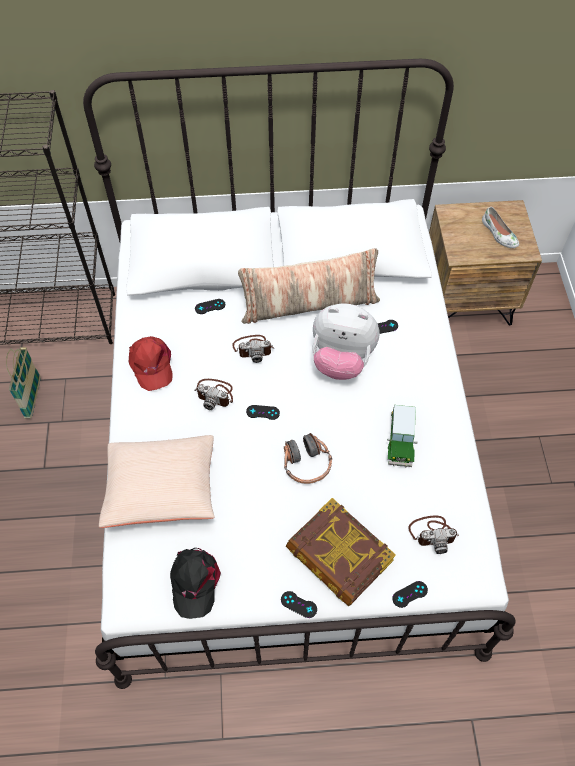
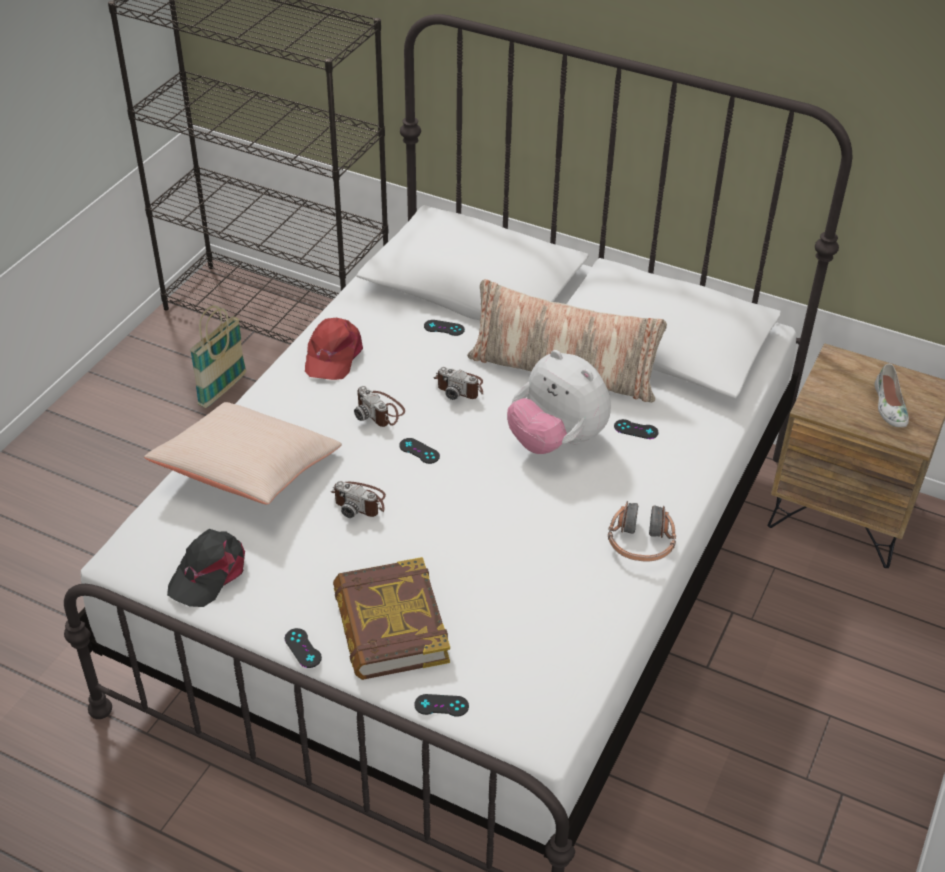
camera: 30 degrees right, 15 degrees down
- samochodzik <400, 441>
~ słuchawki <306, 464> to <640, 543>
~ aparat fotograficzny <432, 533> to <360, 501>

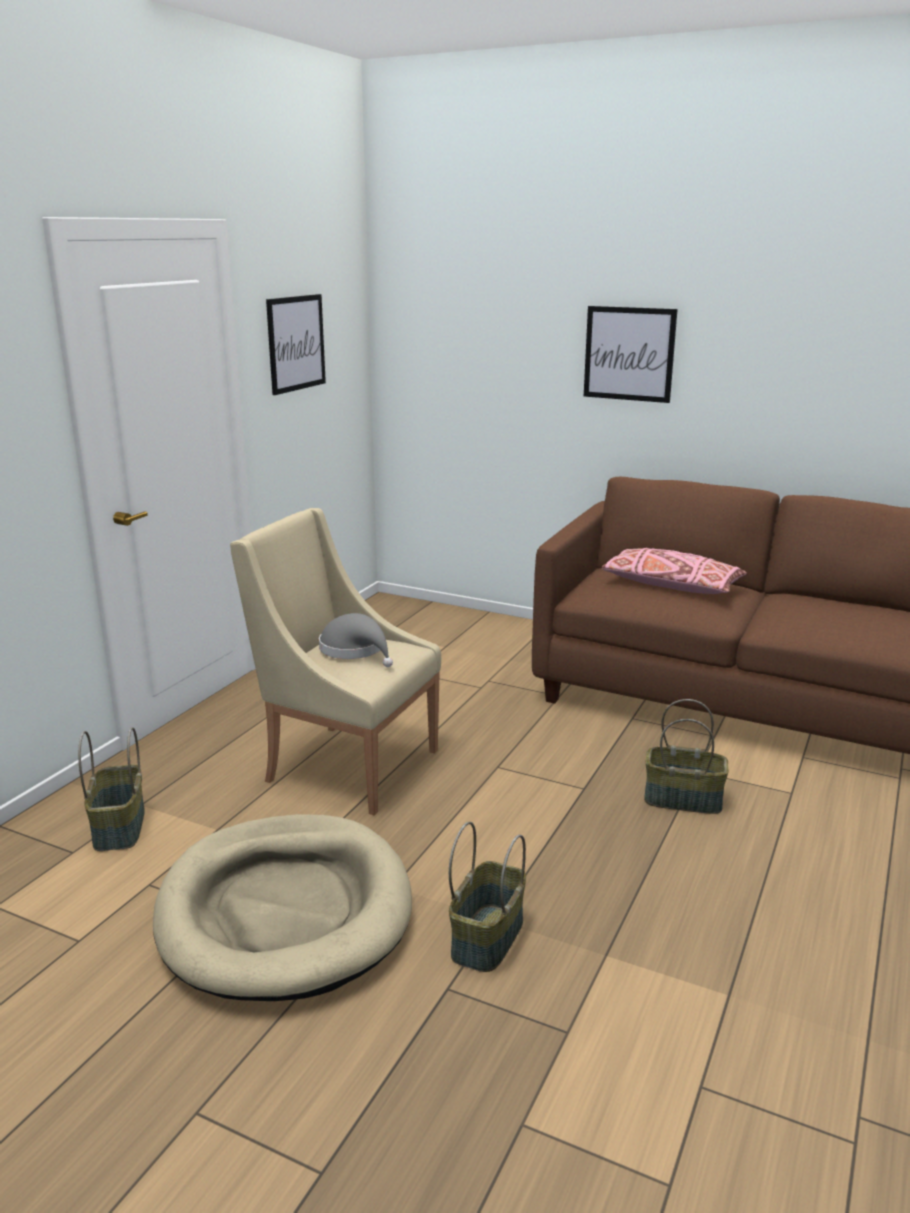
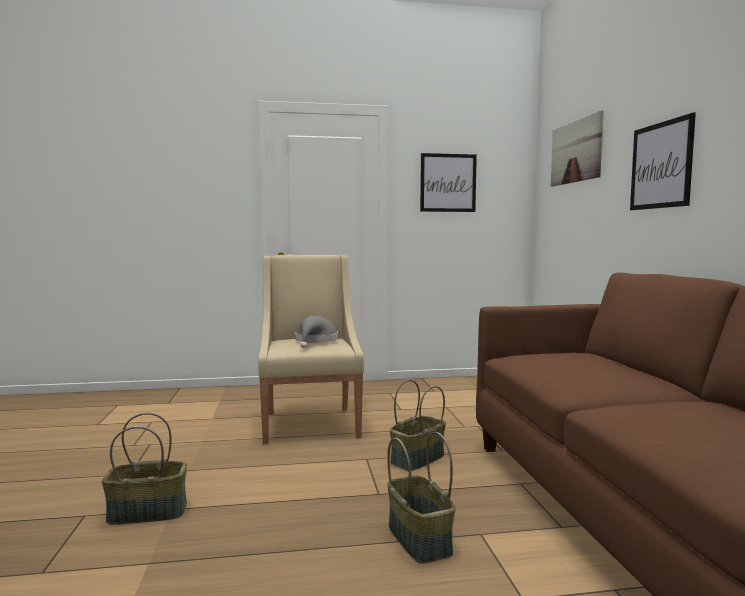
camera: 55 degrees right, 15 degrees down
- poduszka/różowy <671, 585>
~ koszyk <120, 827> to <418, 459>
- legowisko/beżowy <285, 911>
+ obraz <576, 151>

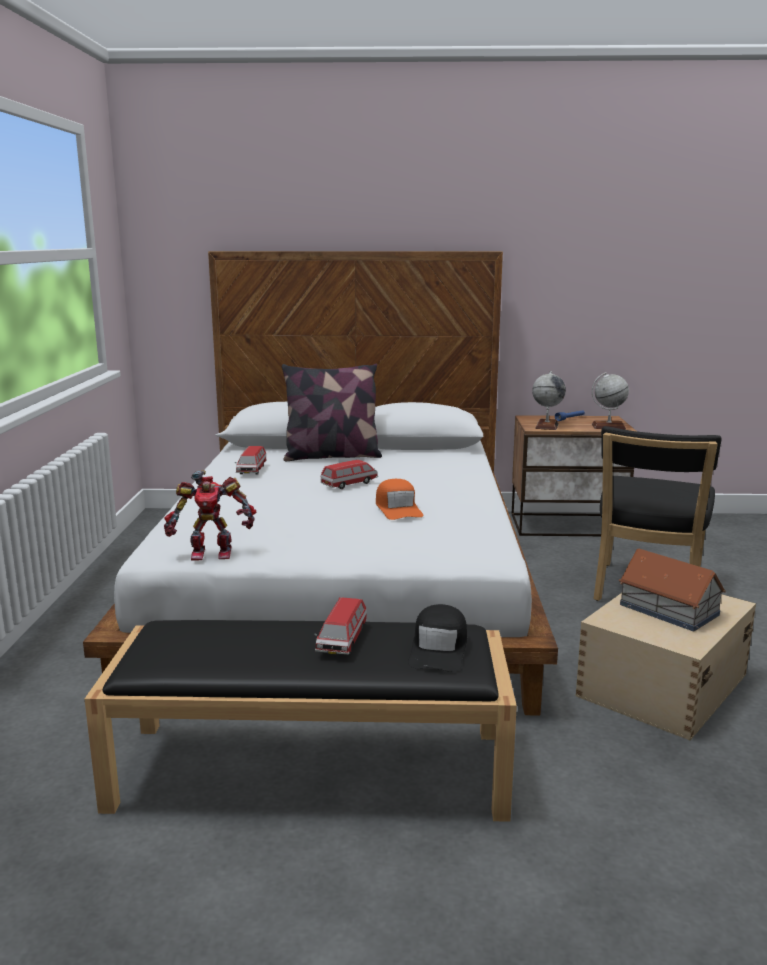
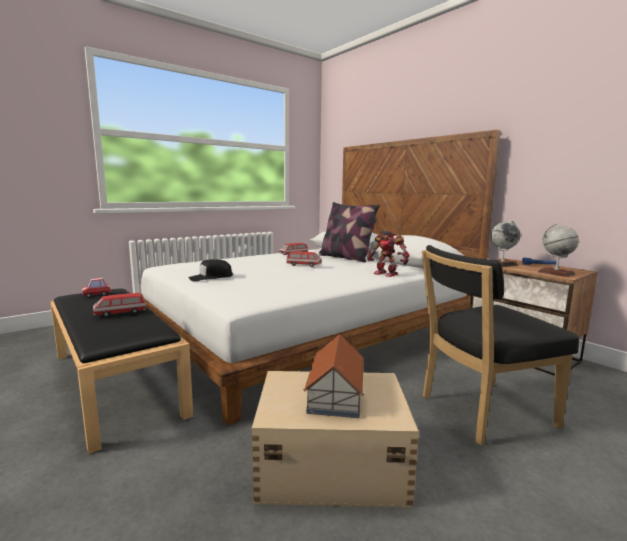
camera: 50 degrees right, 5 degrees down
~ robot zabawkowy <211, 553> to <386, 274>
- czapka z daszkiem/pomarańczowy <398, 509>
~ czapka z daszkiem/czarny <439, 649> to <210, 277>
+ samochodzik <96, 294>

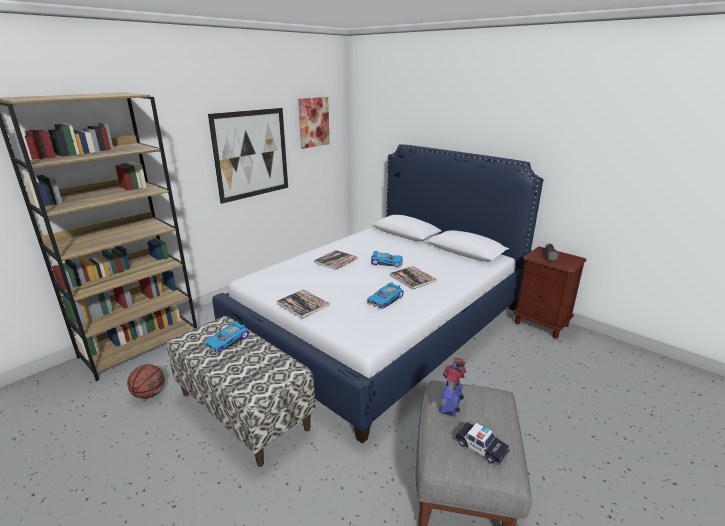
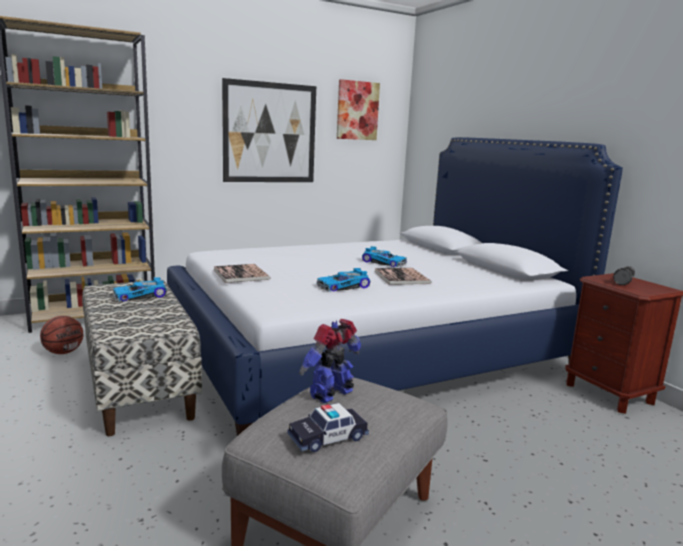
camera: 20 degrees right, 10 degrees down
- książka <335, 260>
~ samochodzik <481, 447> = <328, 437> 90 degrees clockwise

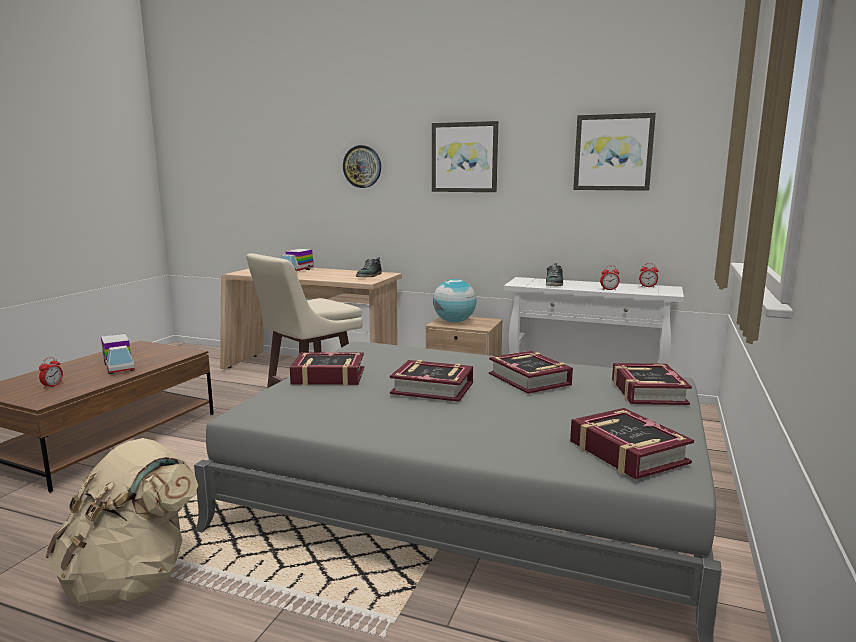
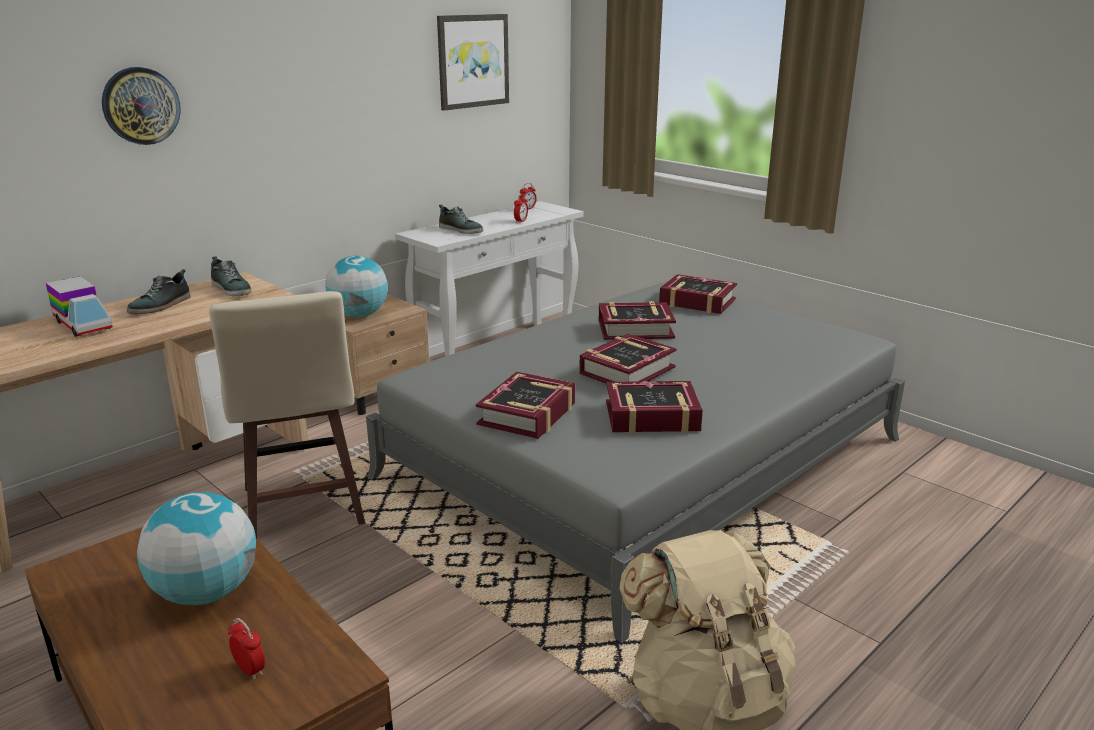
camera: 65 degrees left, 10 degrees up
- obraz <464, 157>
~ ciężarówka zabawkowa <119, 366> to globus <206, 593>
~ książka <627, 452> to <652, 417>
+ but <161, 305>

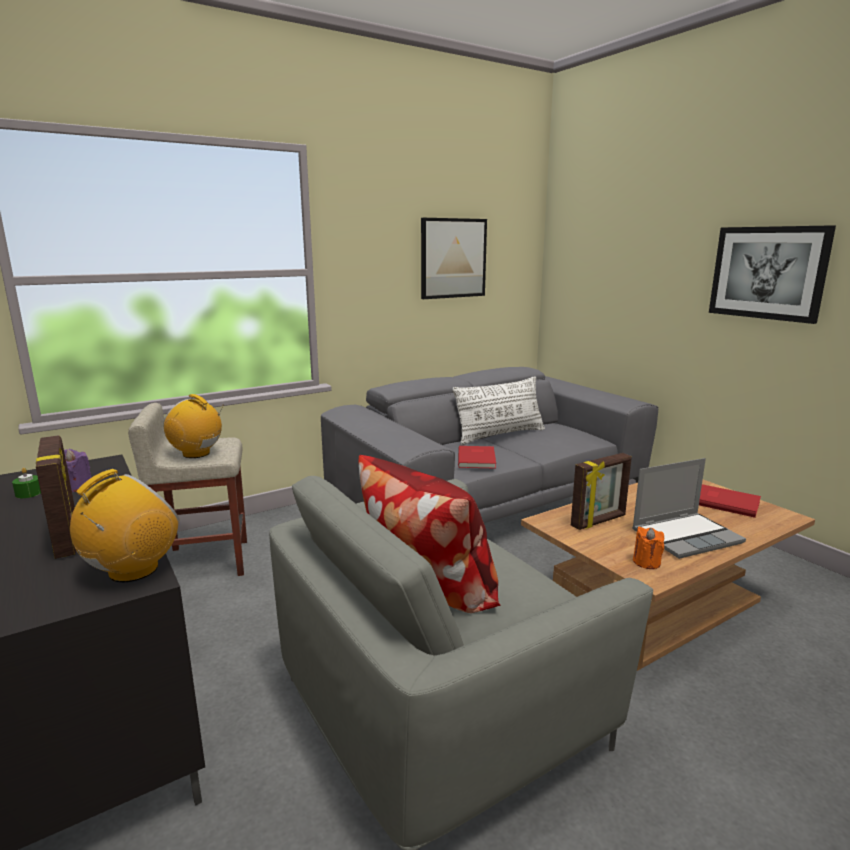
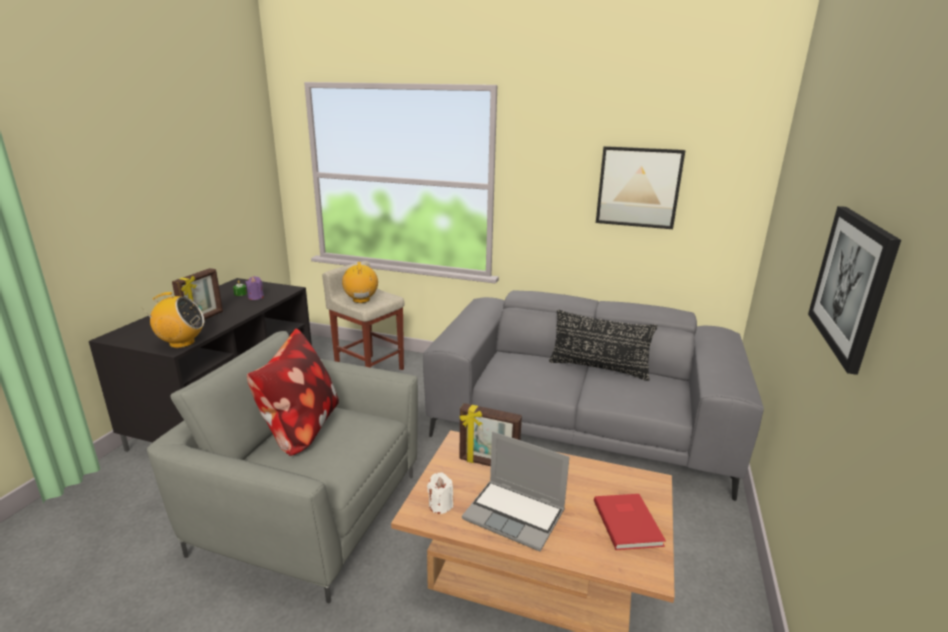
camera: 50 degrees right, 5 degrees up
~ poduszka/biały <500, 435> to poduszka/czarny <598, 368>
- książka/czerwony <478, 458>
~ świeca/pomarańczowy <646, 562> to świeca/biały <440, 505>

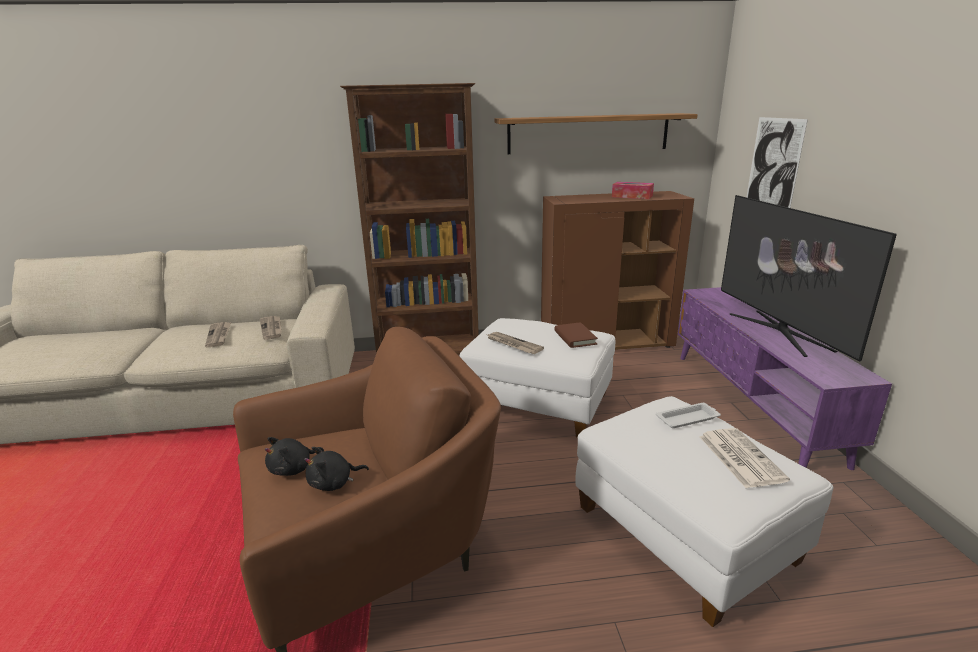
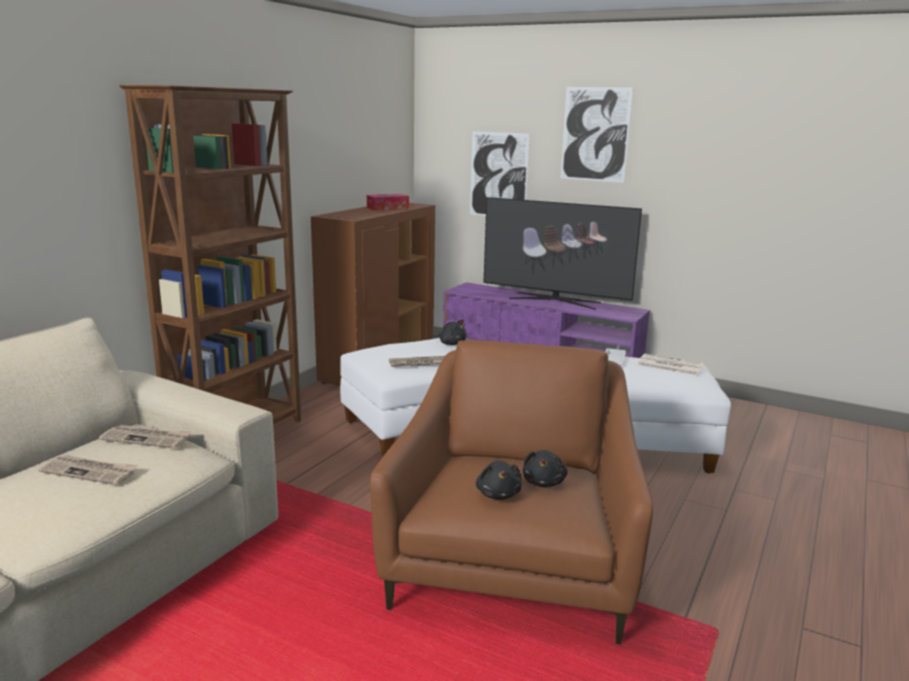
camera: 55 degrees left, 5 degrees down
- półka <588, 133>
~ książka/brązowy <575, 337> to pluszak/czarny <450, 343>
+ obraz <595, 134>

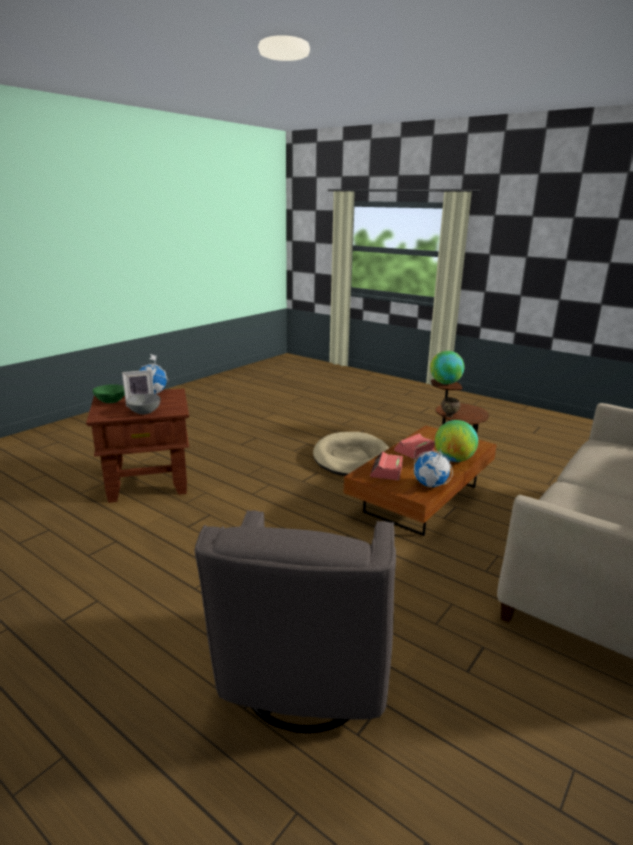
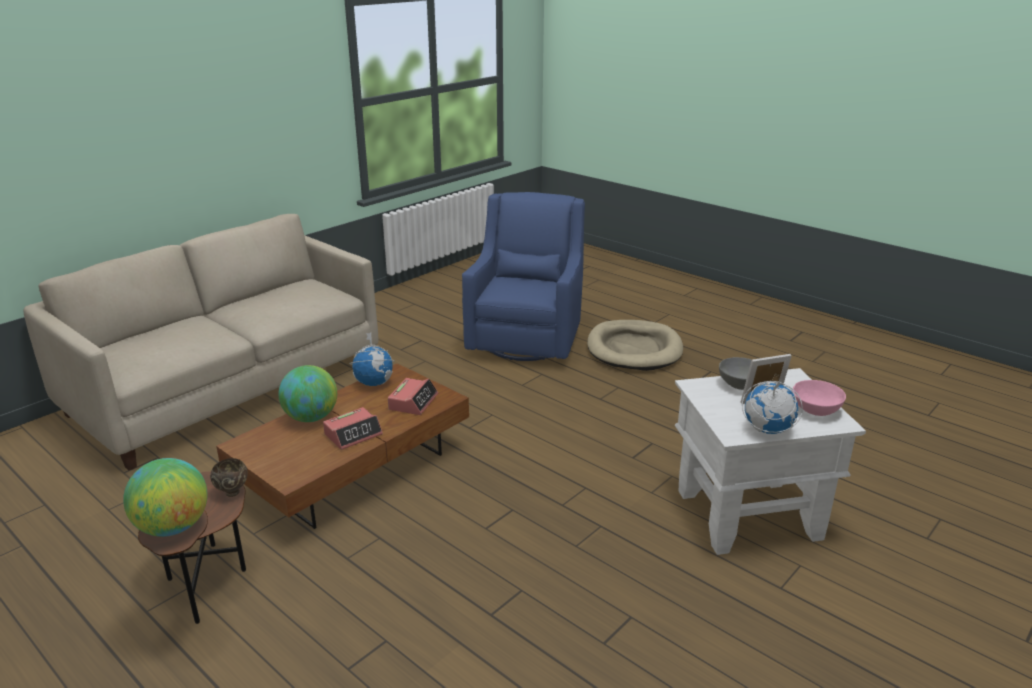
camera: 175 degrees left, 5 degrees up
~ miska/zielony <111, 401> to miska/różowy <815, 410>
~ stolik/brązowy <148, 482> to stolik/biały <747, 514>
~ legowisko/beżowy <351, 458> to <634, 349>
~ fotel/szary <305, 681> to fotel/niebieski <527, 340>

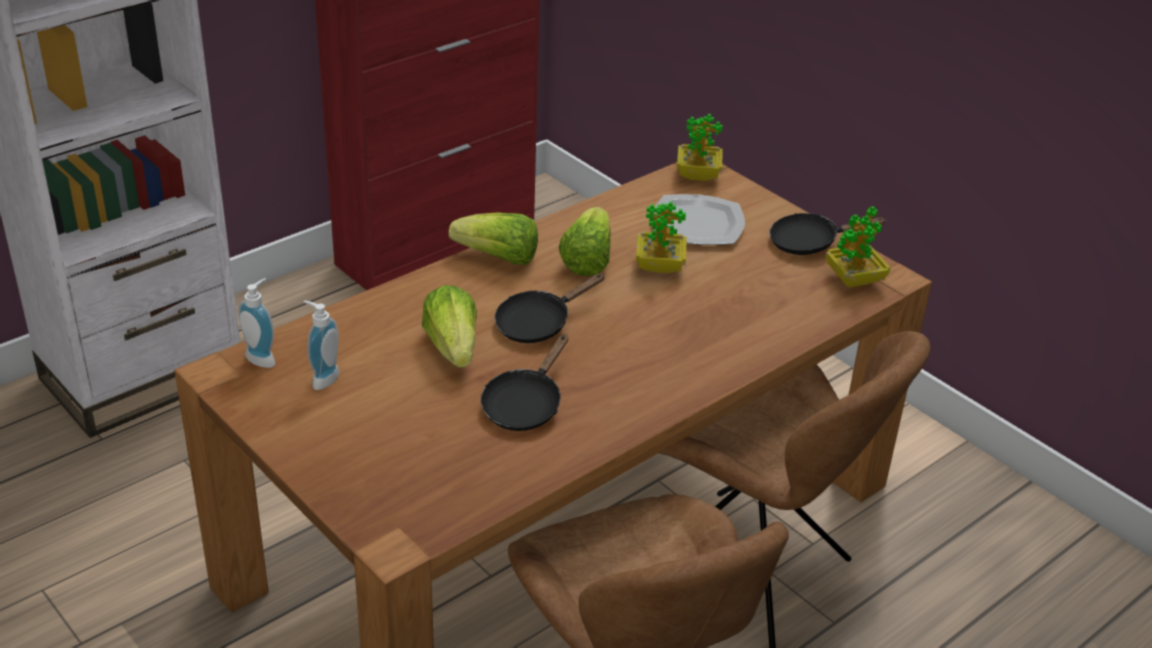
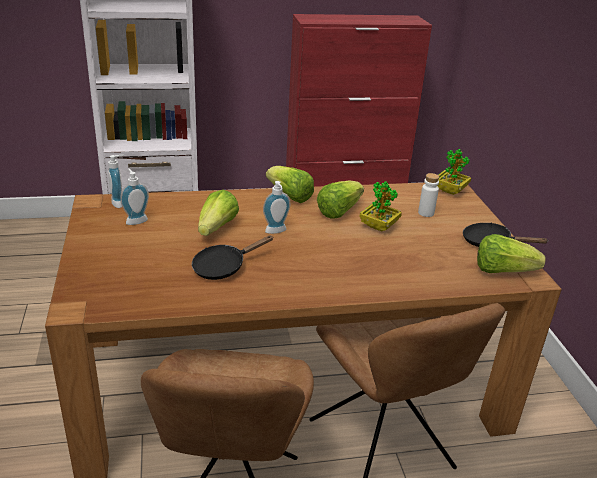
camera: 30 degrees right, 5 degrees down
~ talerz <698, 223> to butelka/biały <426, 213>
~ roślina doniczkowa <854, 280> to sałata <502, 270>
~ patelnia/czarny <538, 323> to dozownik mydła <276, 232>

